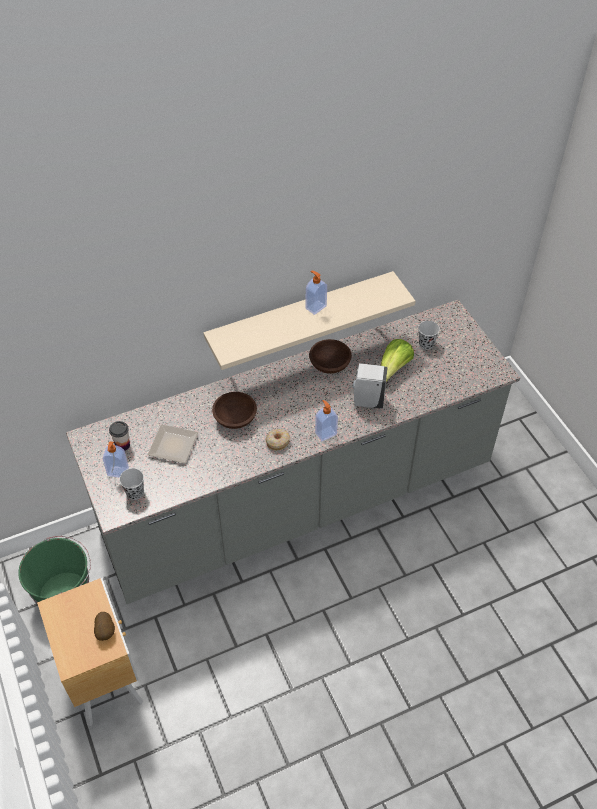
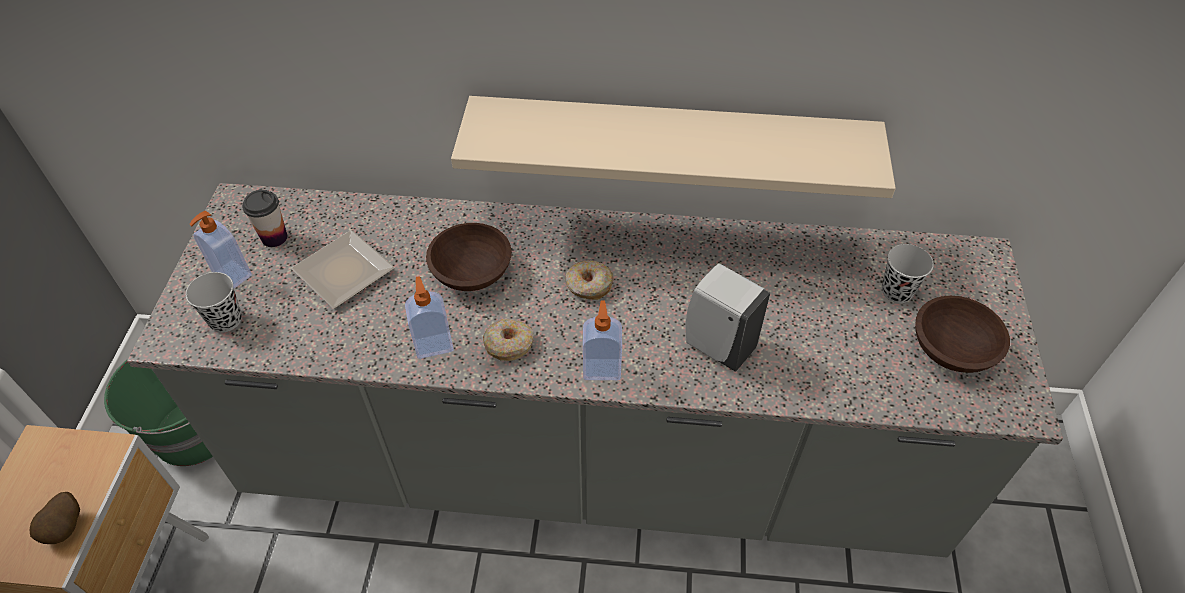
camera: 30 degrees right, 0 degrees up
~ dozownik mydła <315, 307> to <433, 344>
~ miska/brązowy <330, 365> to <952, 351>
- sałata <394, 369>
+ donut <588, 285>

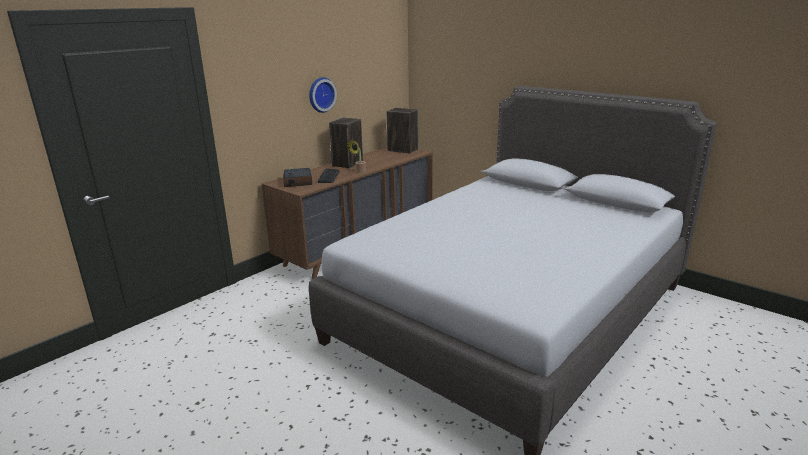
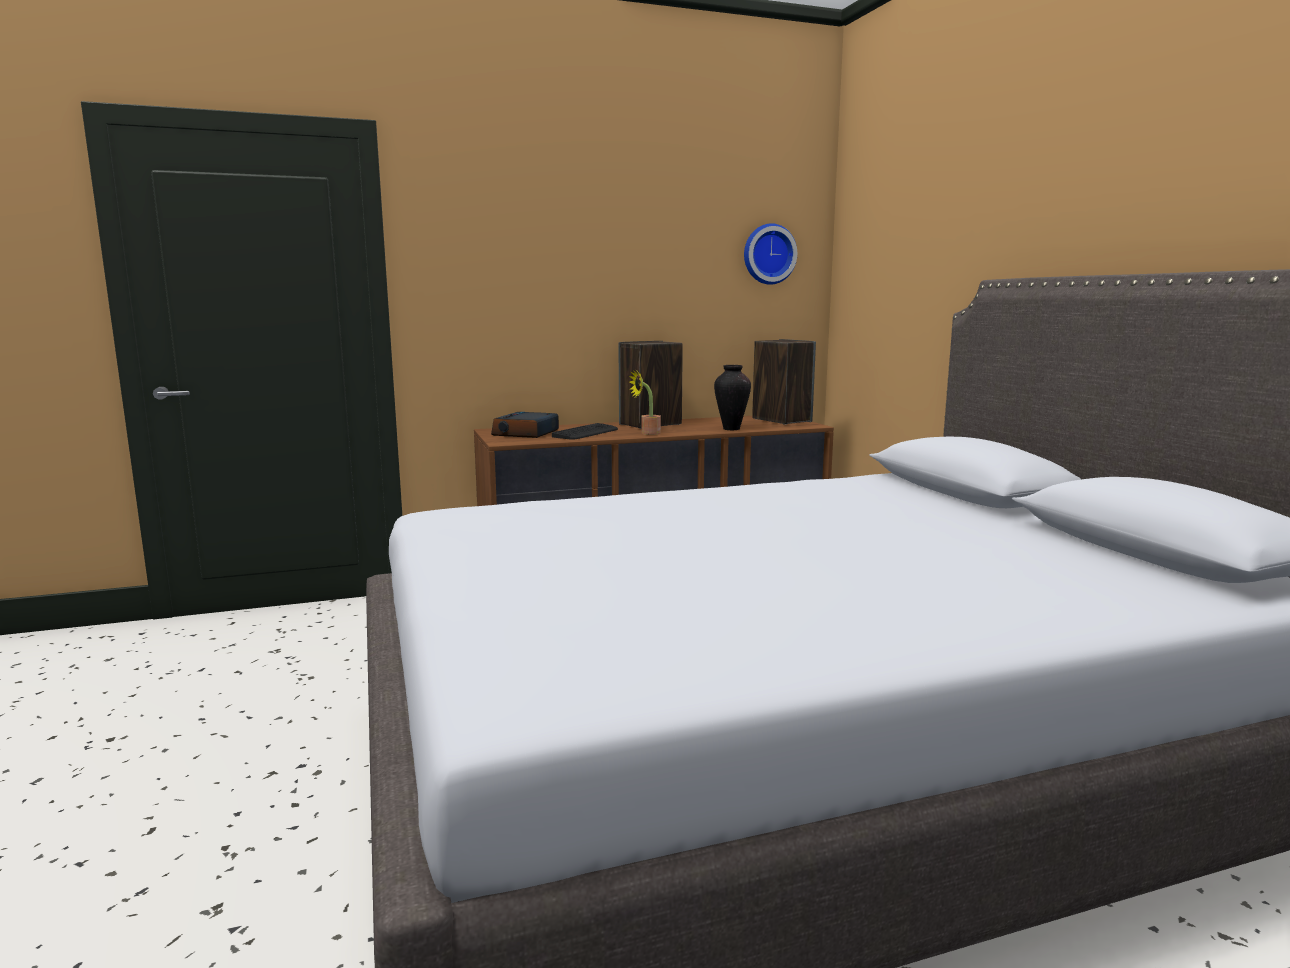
camera: 30 degrees right, 10 degrees down
~ zegar ścienny <320, 94> to <768, 254>
+ wazon <730, 429>

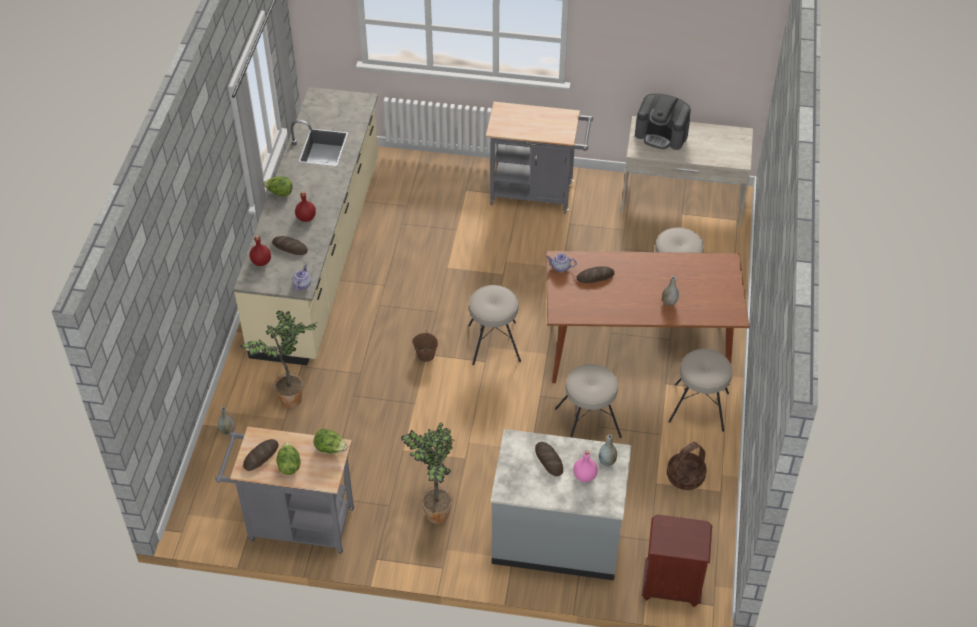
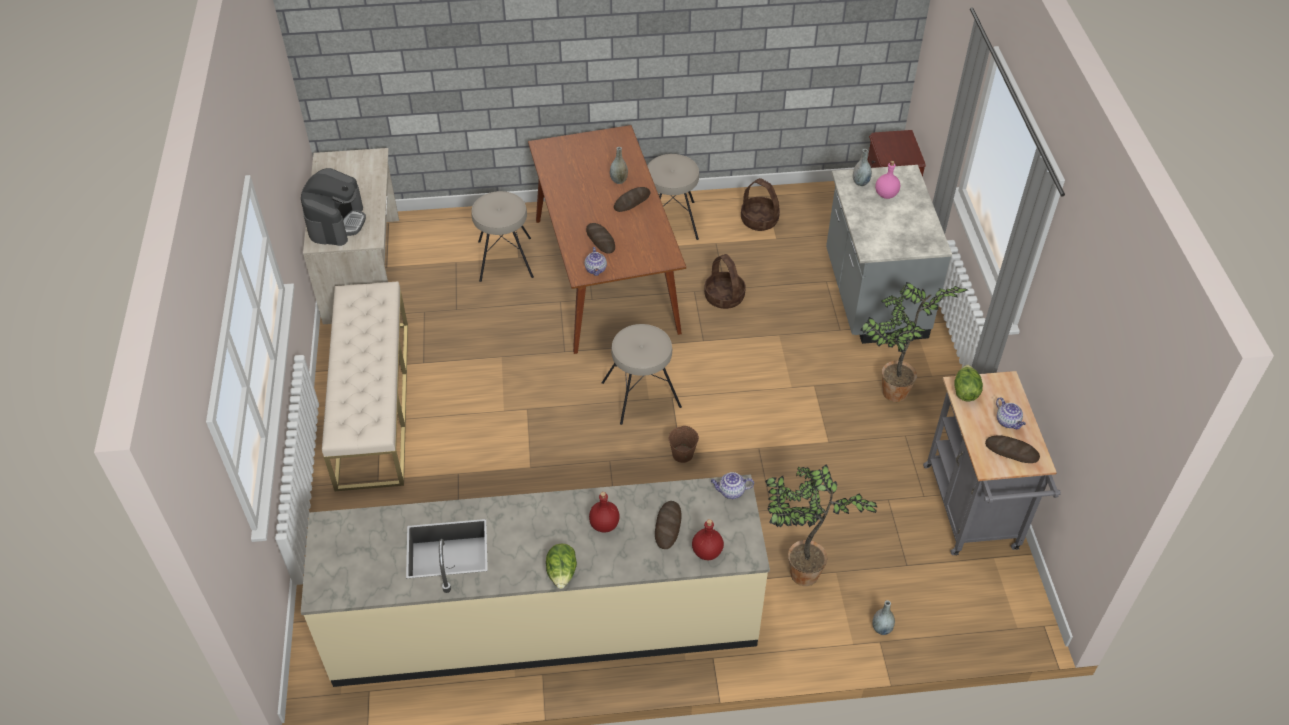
camera: 105 degrees left, 0 degrees up
~ wózek/szary <537, 193> to ławka/beżowy <373, 403>
~ stołek/beżowy <588, 423> to koszyk <724, 297>
~ chleb <548, 460> to <632, 201>
~ sałata <289, 465> to imbryk <1008, 422>

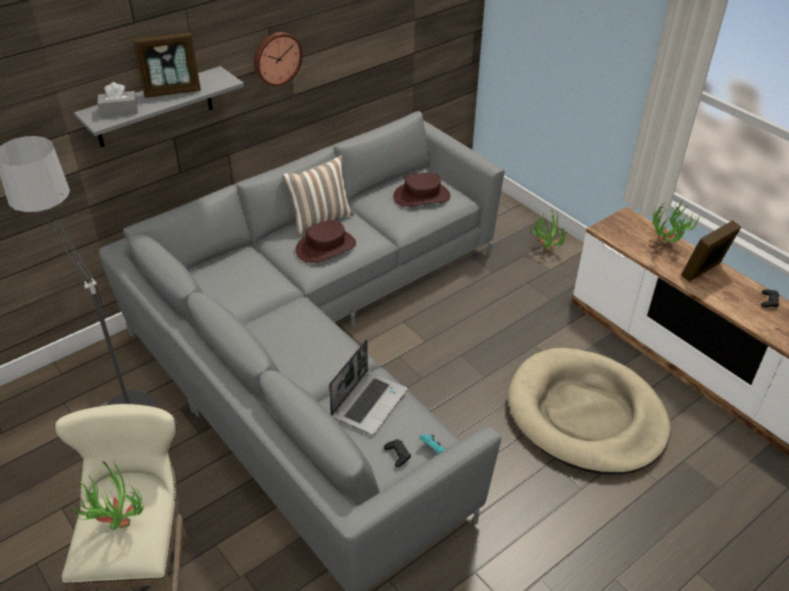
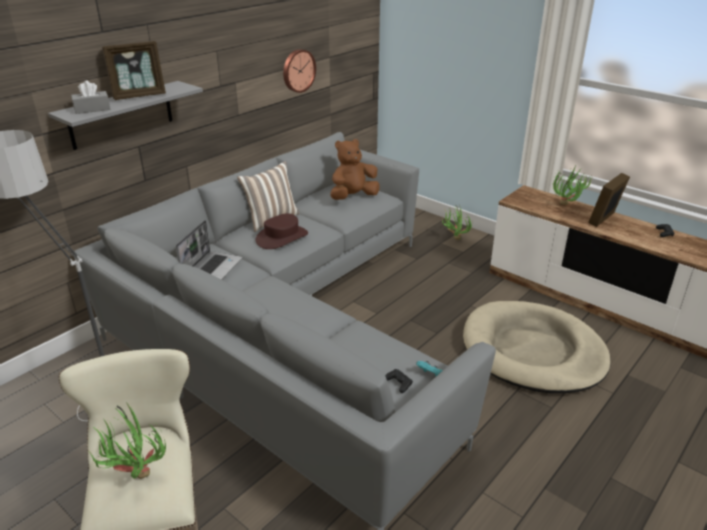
camera: 10 degrees left, 10 degrees down
~ zegar ścienny <276, 58> to <298, 70>
~ kapelusz/brązowy <421, 196> to pluszak/brązowy <353, 197>
~ laptop <369, 402> to <212, 269>

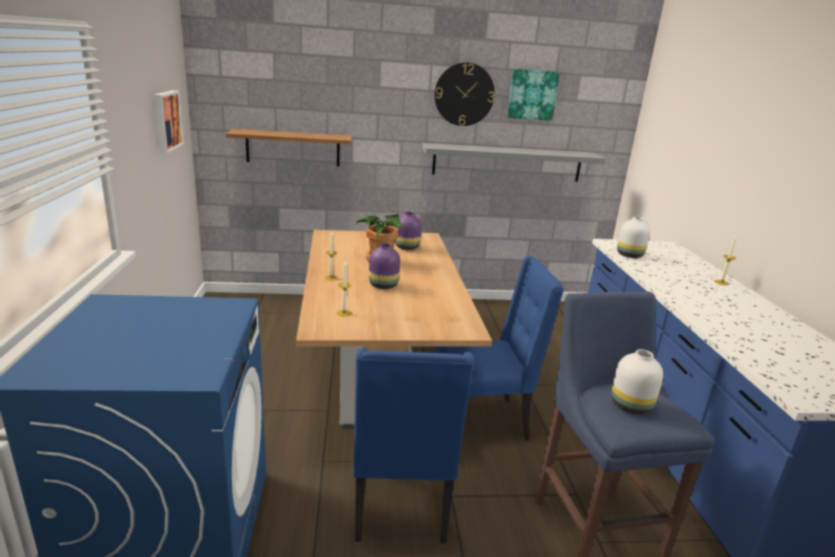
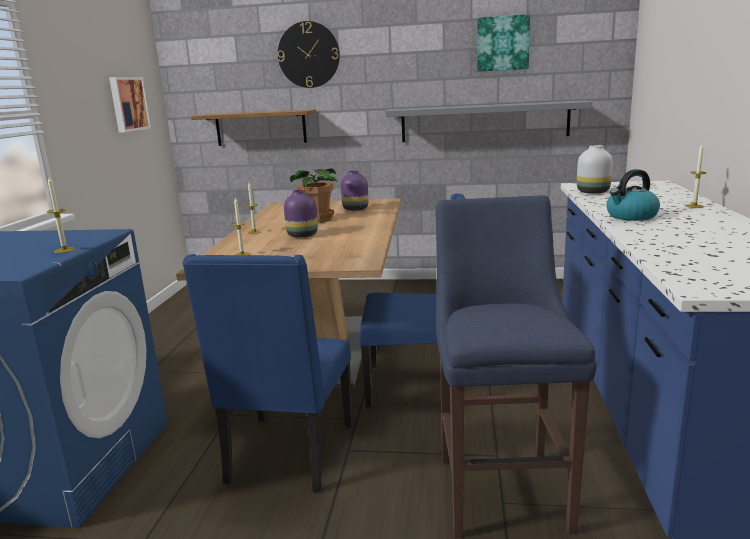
camera: 15 degrees right, 5 degrees down
~ zegar ścienny <464, 94> to <308, 55>
- wazon/biały <629, 406>
+ czajnik <631, 216>
+ świeca <64, 250>

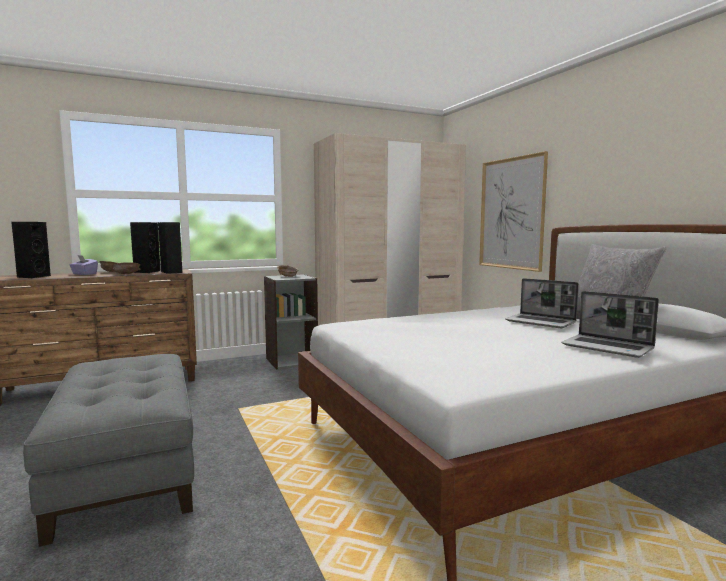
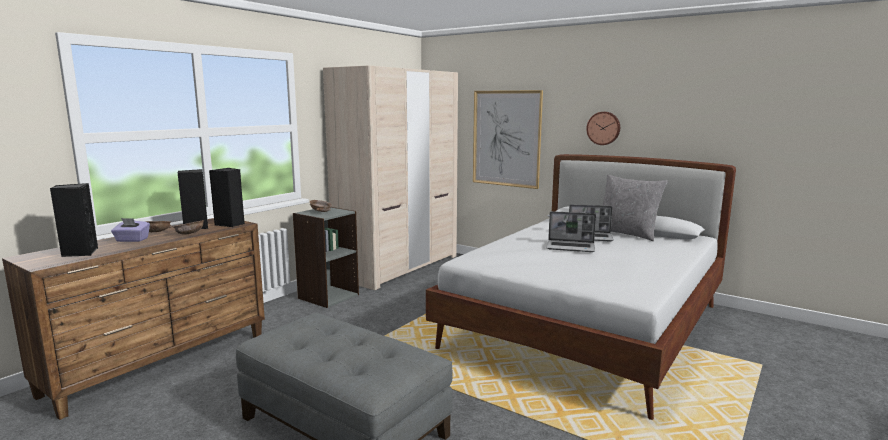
camera: 30 degrees left, 5 degrees up
~ laptop <608, 347> to <571, 247>
+ zegar ścienny <603, 128>

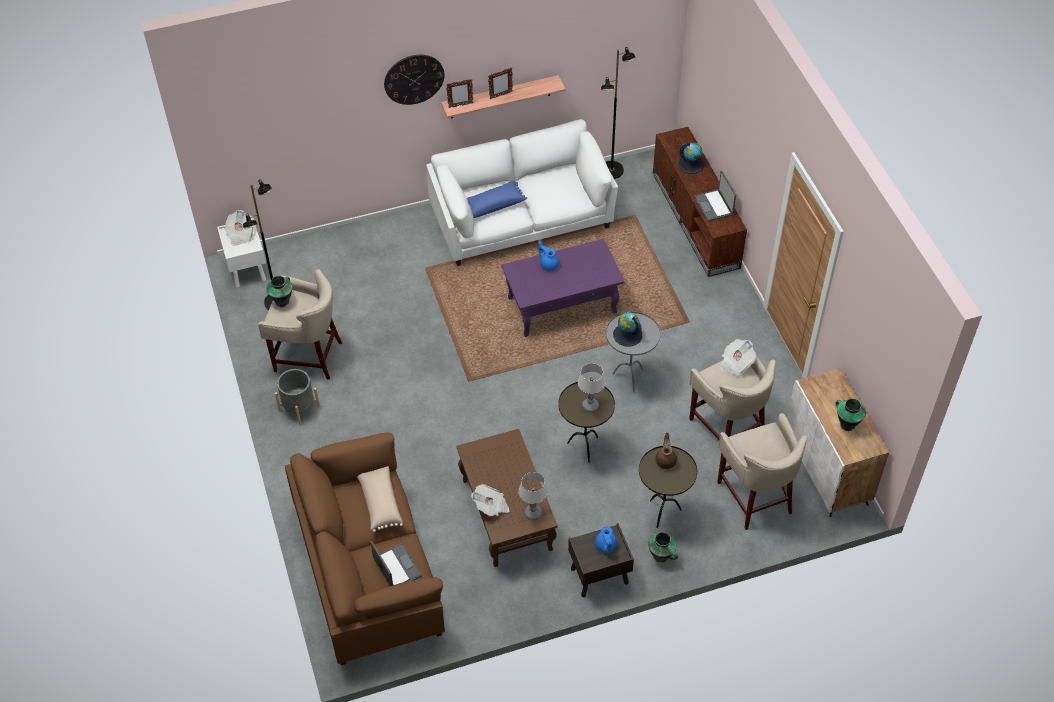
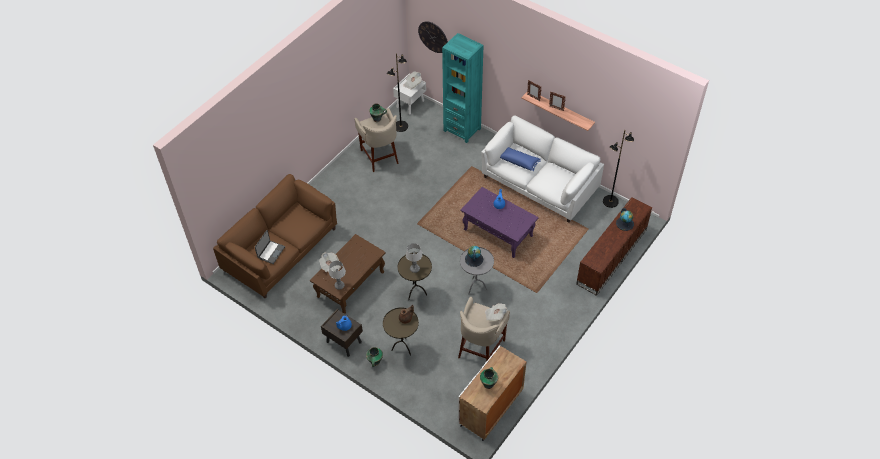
camera: 55 degrees right, 0 degrees up
~ zegar ścienny <414, 79> to <433, 37>
- laptop <714, 206>
- donica/szary <299, 408>
- stołek/beżowy <755, 496>
- poduszka/beżowy <380, 503>
+ regał/turkusowy <462, 129>

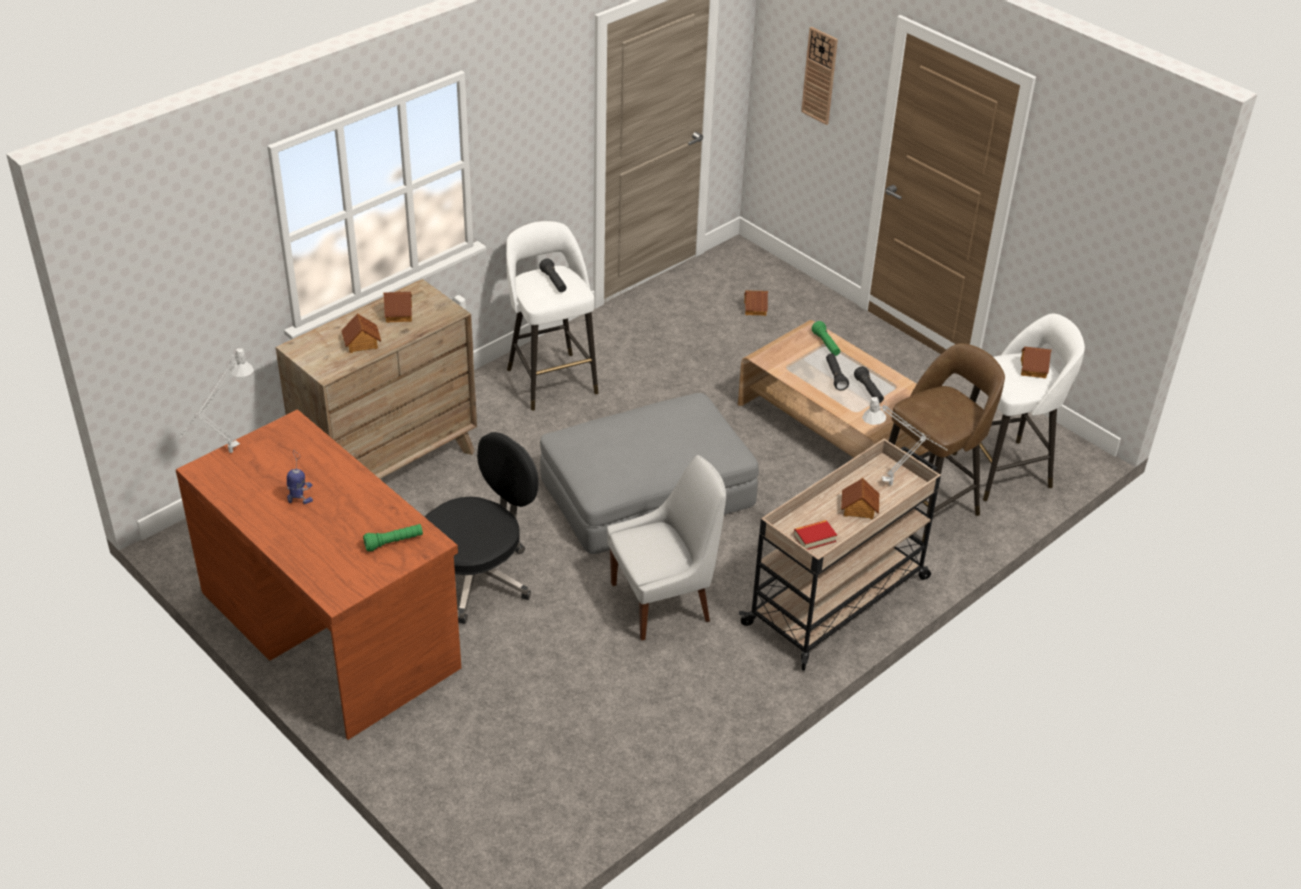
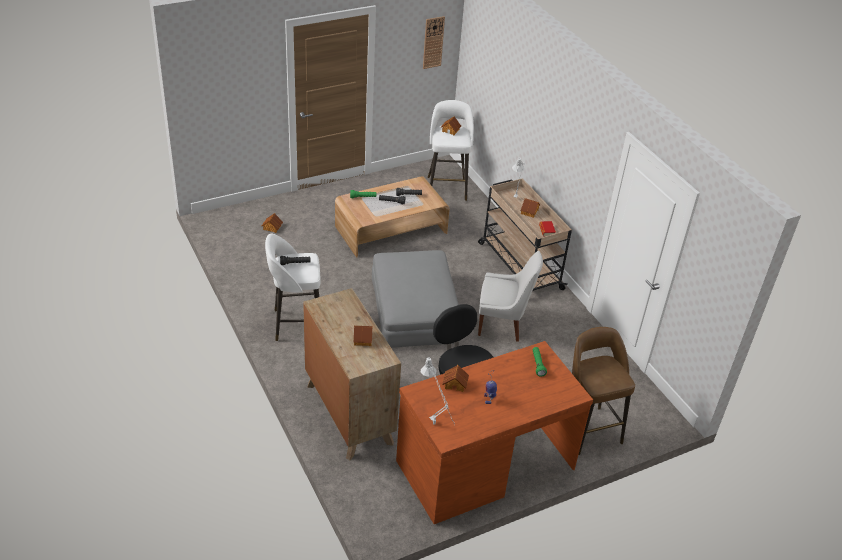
camera: 75 degrees left, 0 degrees up
~ zegar ścienny <820, 75> to <433, 42>
~ domek <399, 314> to <455, 383>
~ stołek/brązowy <928, 507> to <588, 429>
~ krzesło/biały <664, 601> = <503, 324> 105 degrees clockwise

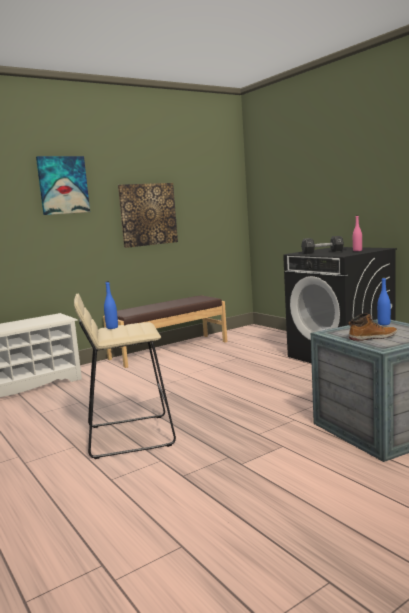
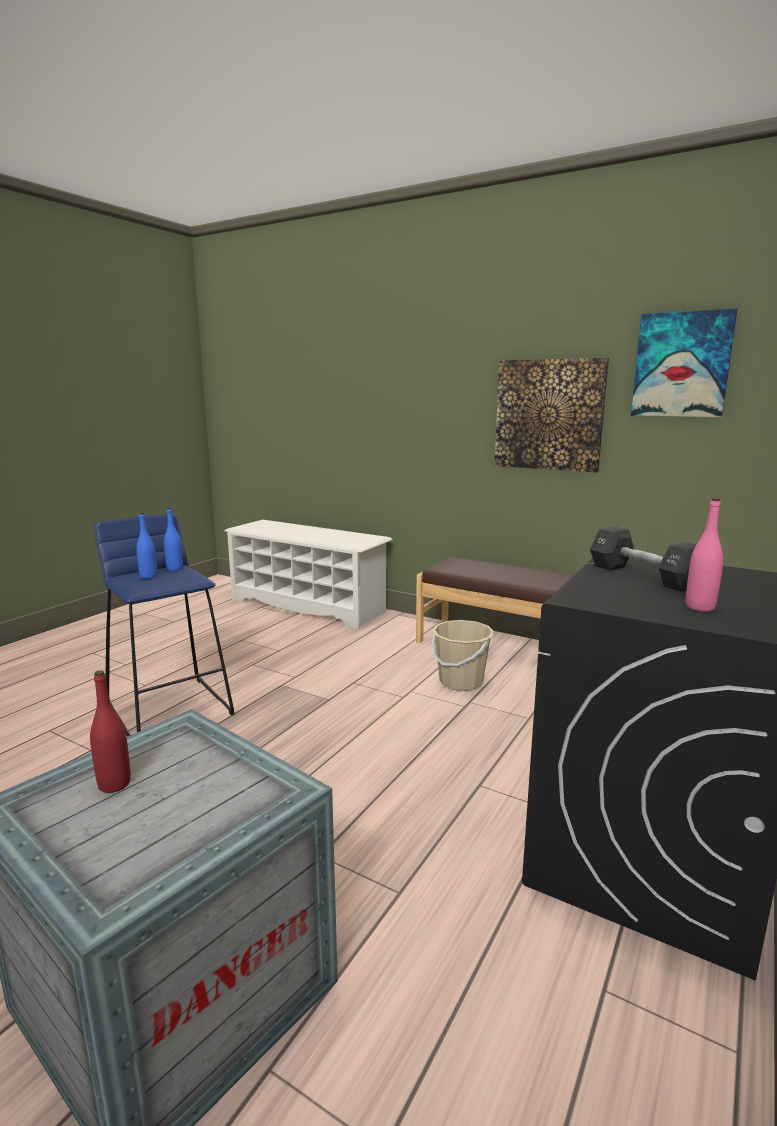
camera: 65 degrees right, 5 degrees up
~ obraz <63, 185> to <681, 365>
~ butelka/niebieski <384, 324> to <148, 576>
~ stołek/beżowy <129, 435> to stołek/niebieski <171, 708>
~ but z cholewką <372, 337> to butelka/czerwony <114, 784>
+ wiadro/beżowy <461, 682>

